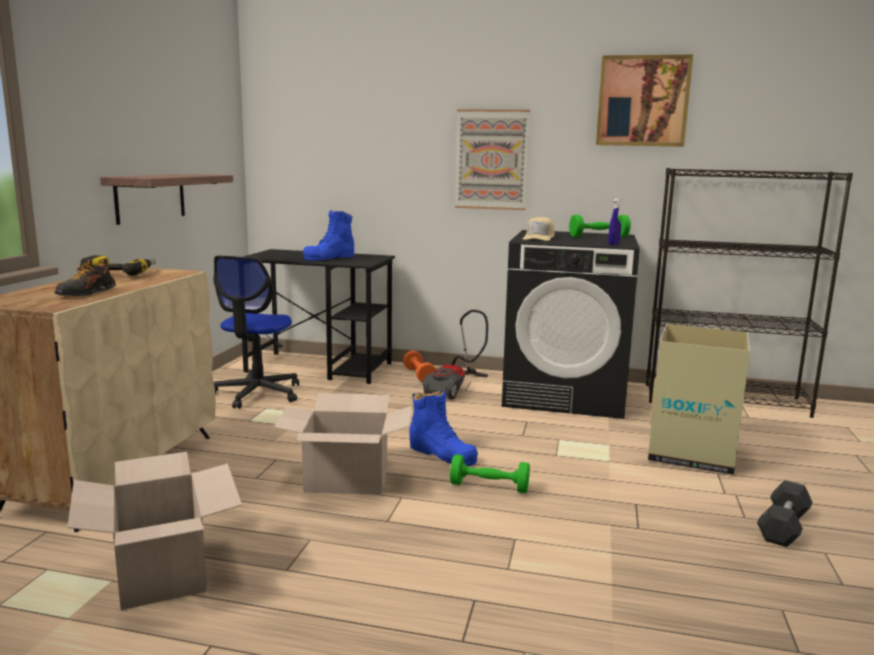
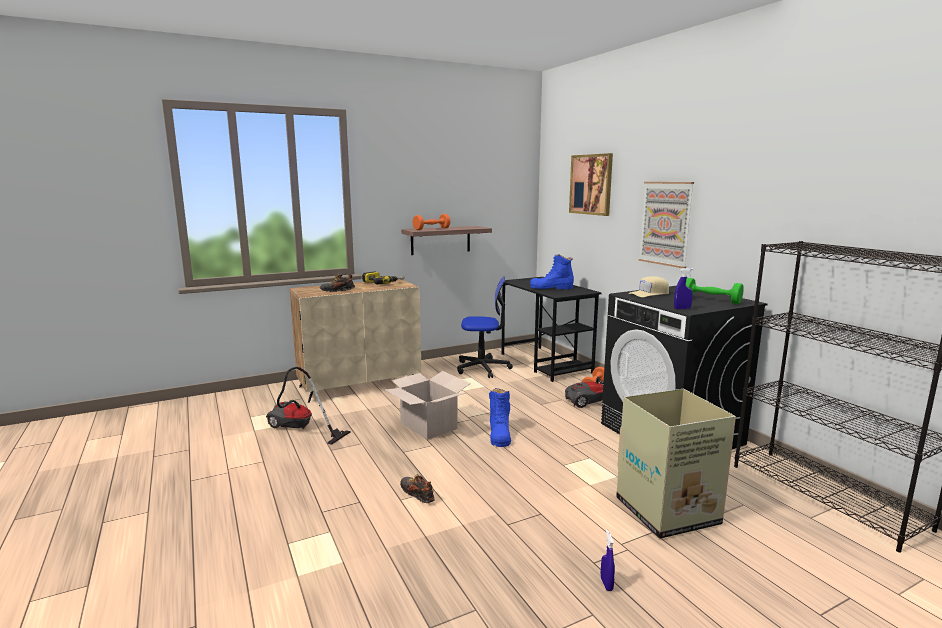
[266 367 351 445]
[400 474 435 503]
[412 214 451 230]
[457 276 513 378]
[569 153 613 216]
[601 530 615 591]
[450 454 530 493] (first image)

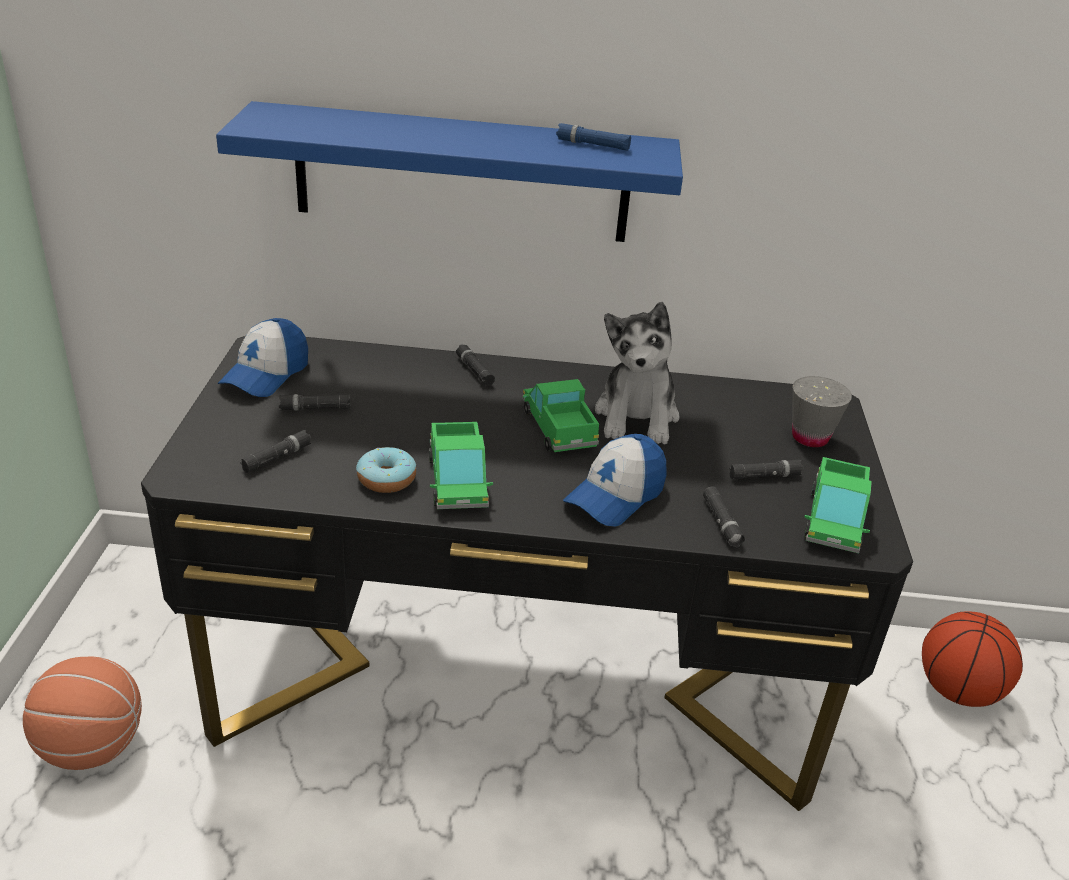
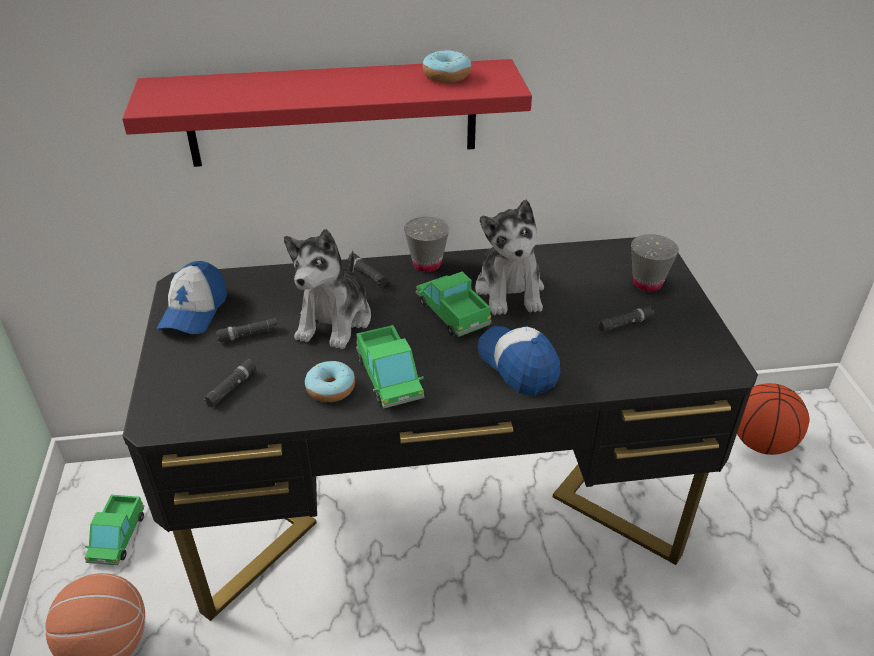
[85 495 145 565]
[122 59 532 167]
[284 229 371 349]
[404 217 450 272]
[423 49 471 83]
[478 326 560 396]
[703 486 745 548] (first image)

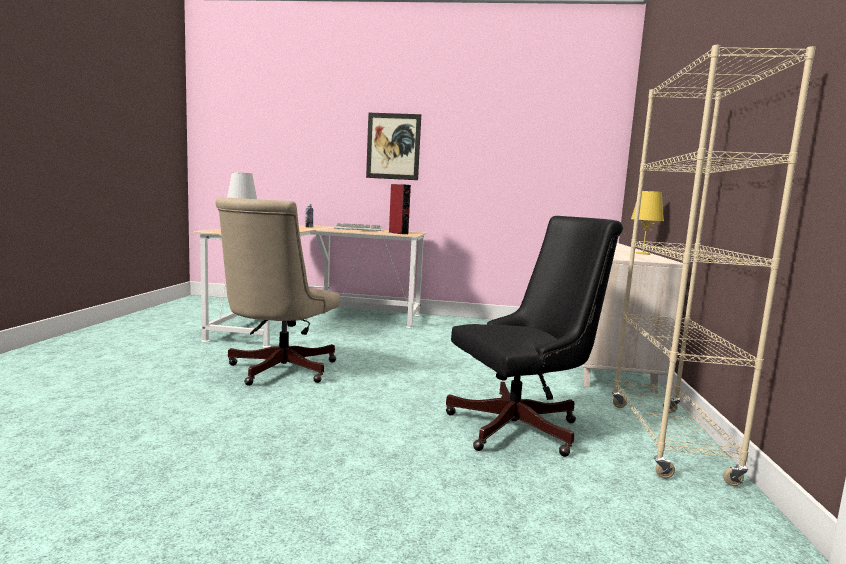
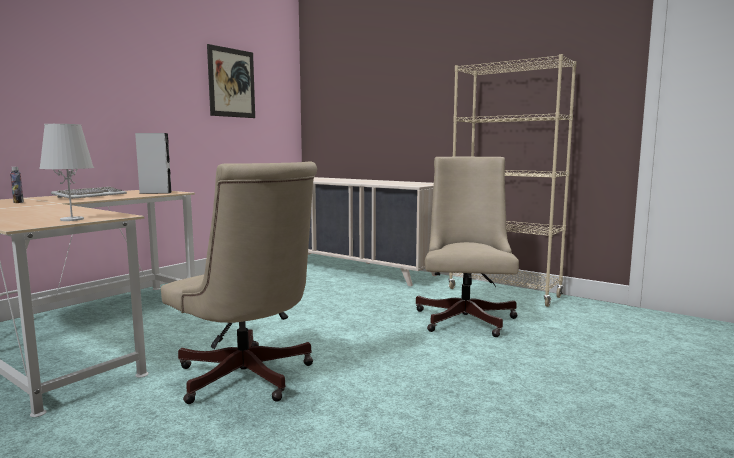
[135 133 172 194]
[207 44 255 118]
[416 157 519 337]
[631 191 664 255] (first image)

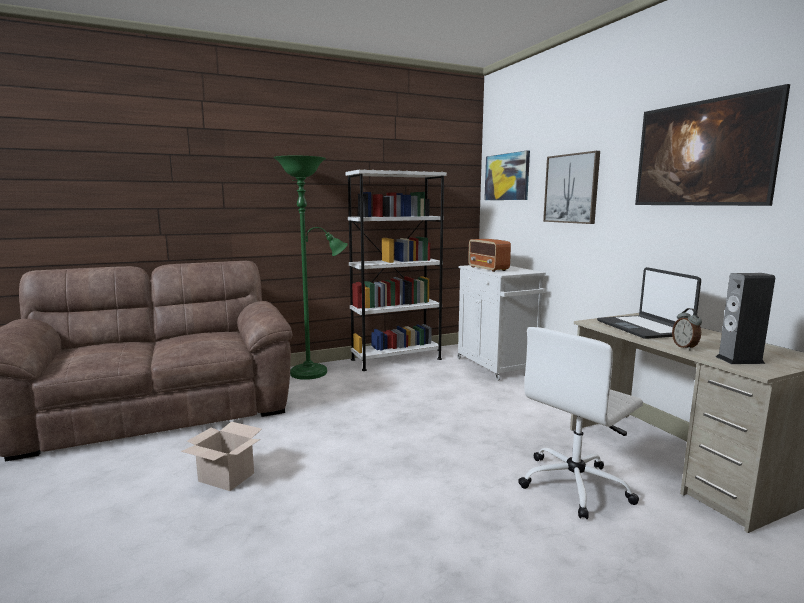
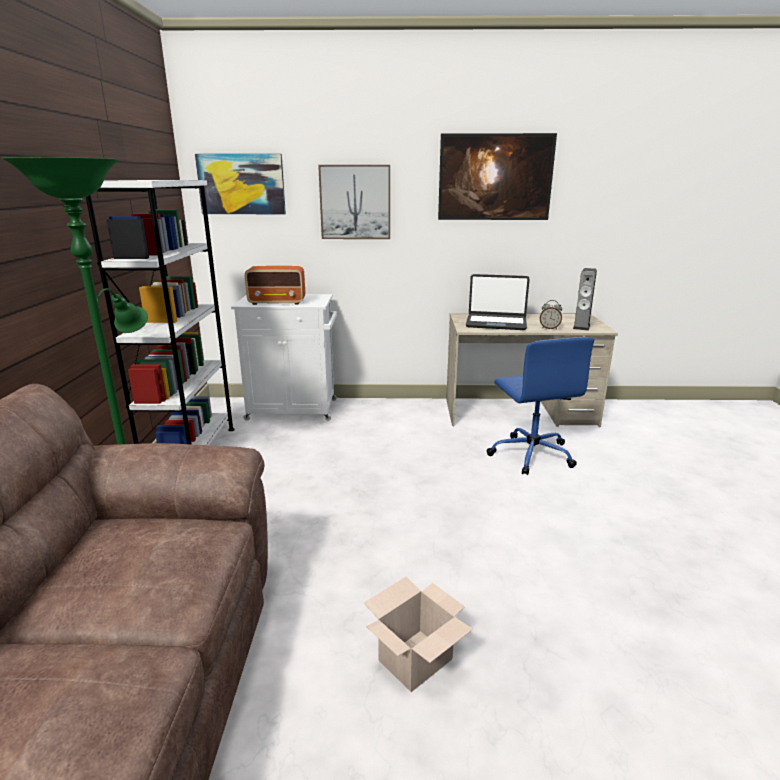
[486 337 594 475]

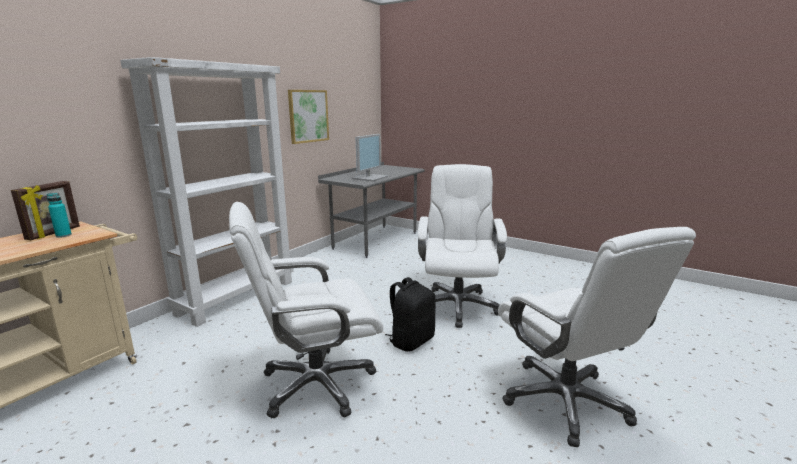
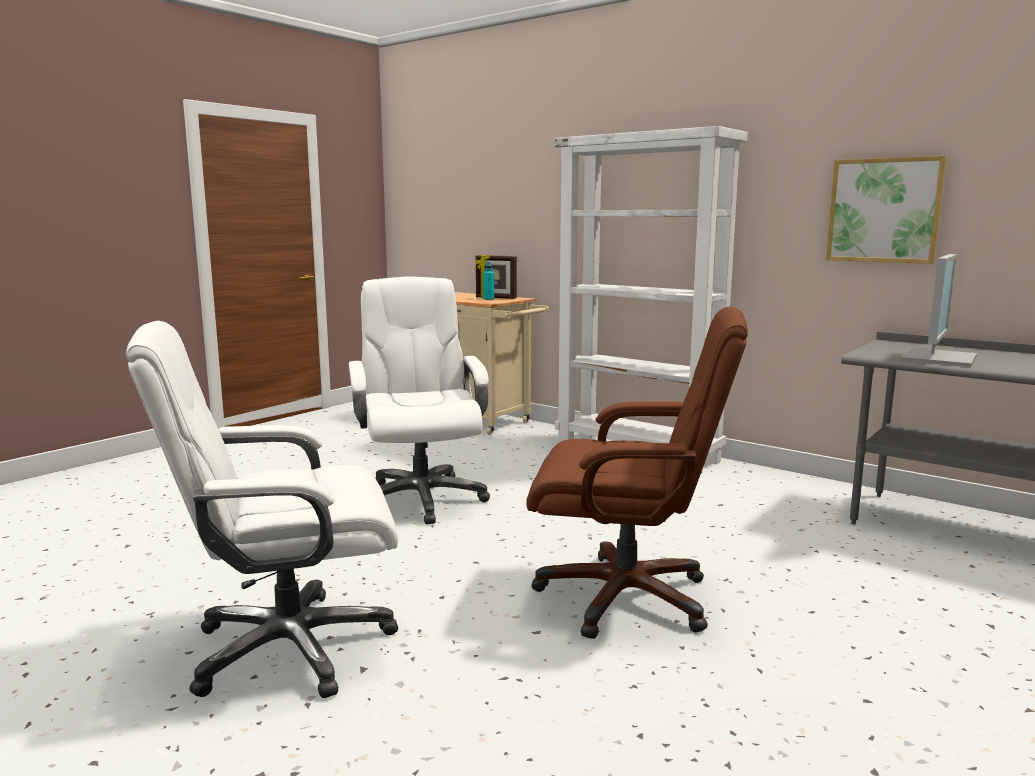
[526 306 748 639]
[900 254 977 367]
[385 277 436 352] (first image)

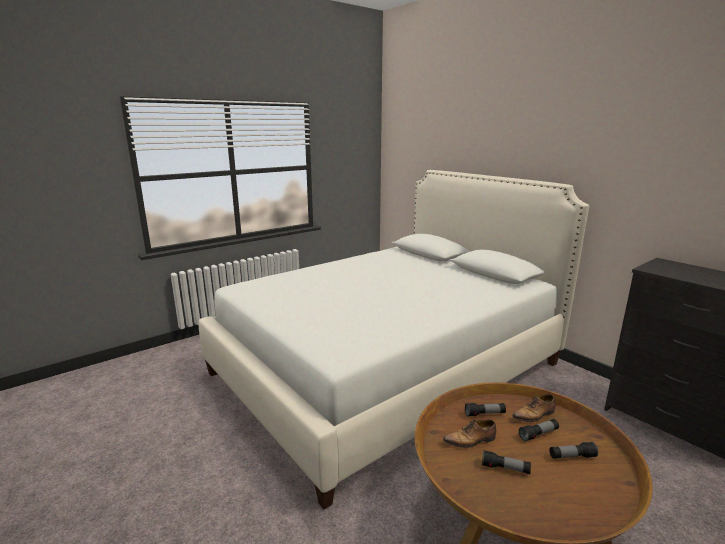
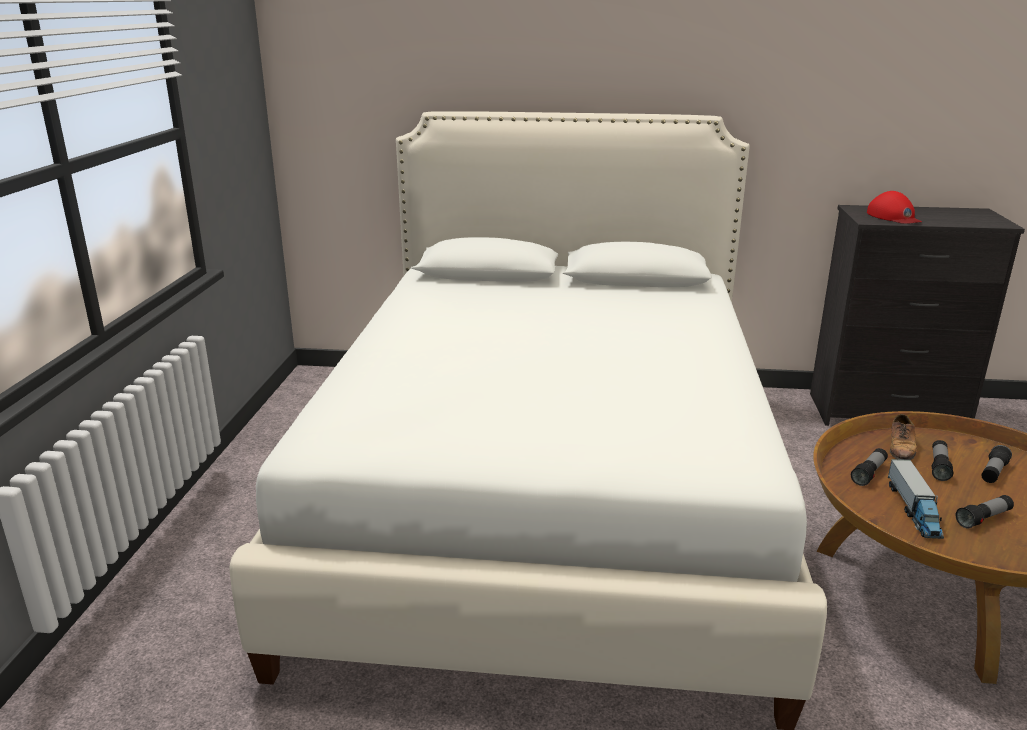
[867 191 922 224]
[888 459 944 539]

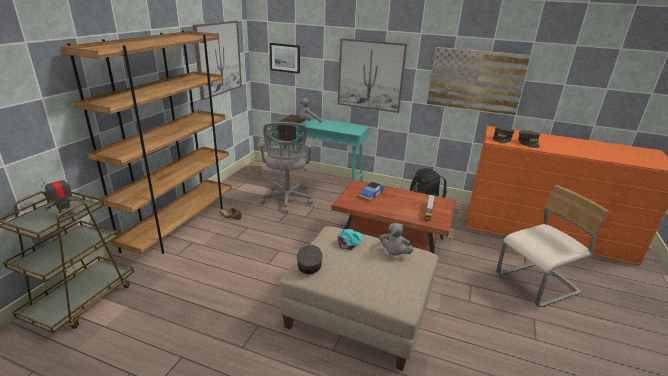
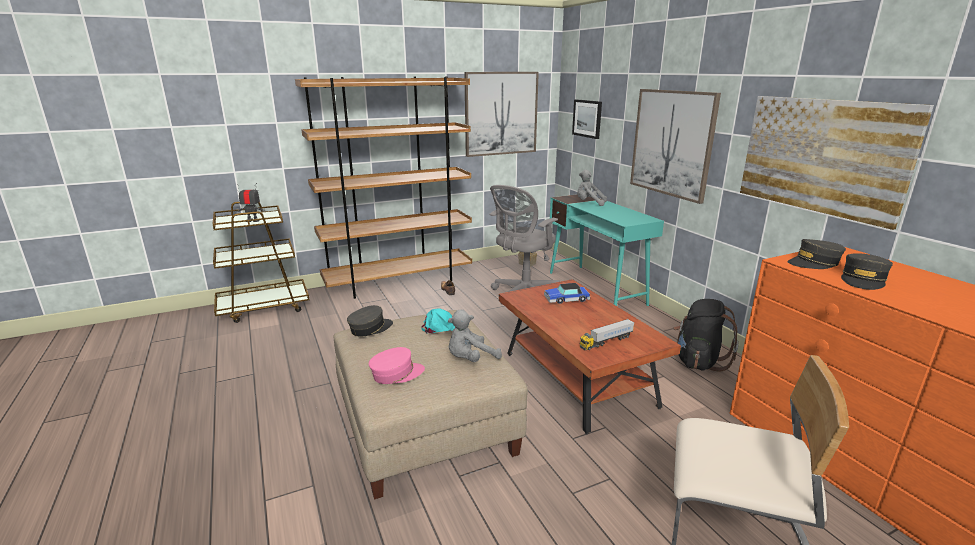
[369 347 425 384]

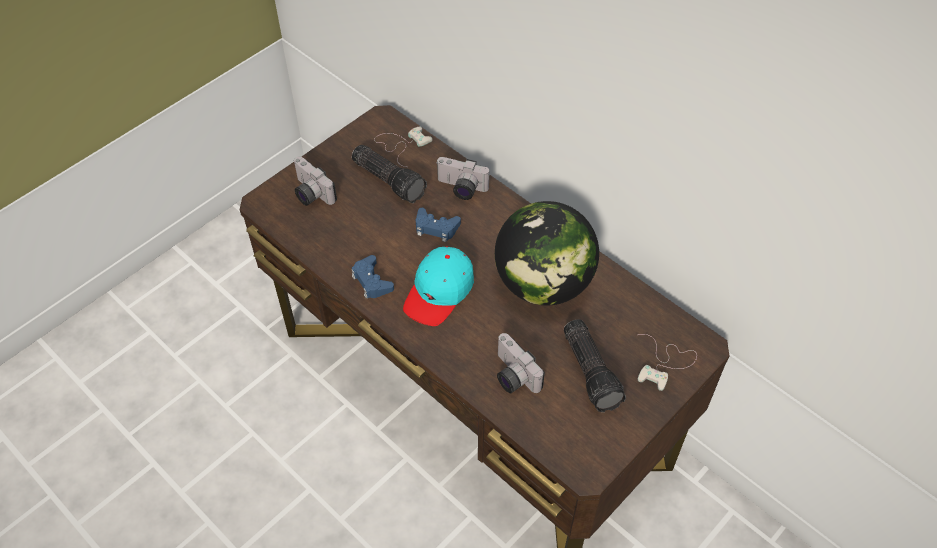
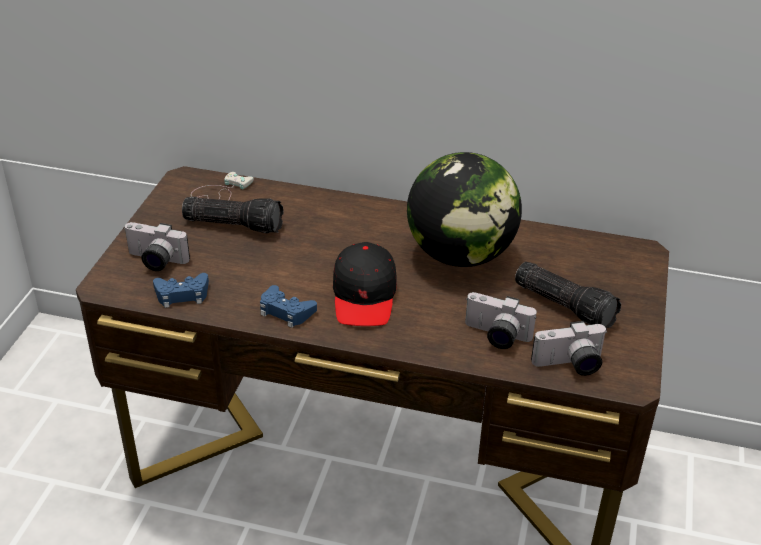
[153 273 209 308]
[333 242 397 326]
[531 321 608 376]
[638 334 697 391] (first image)

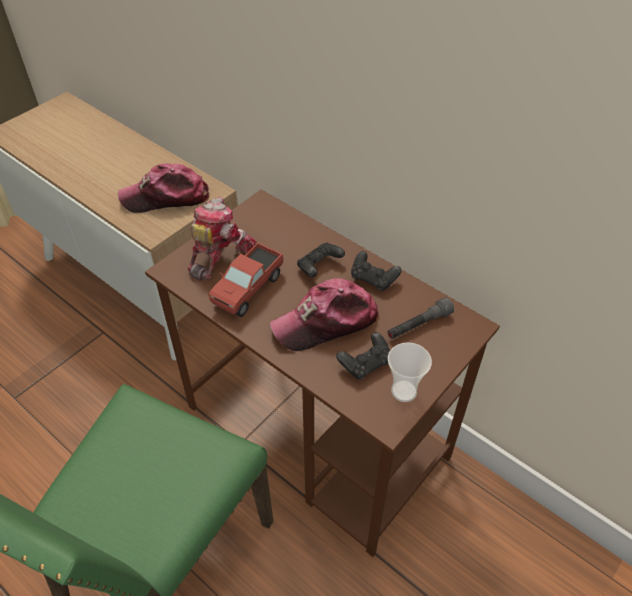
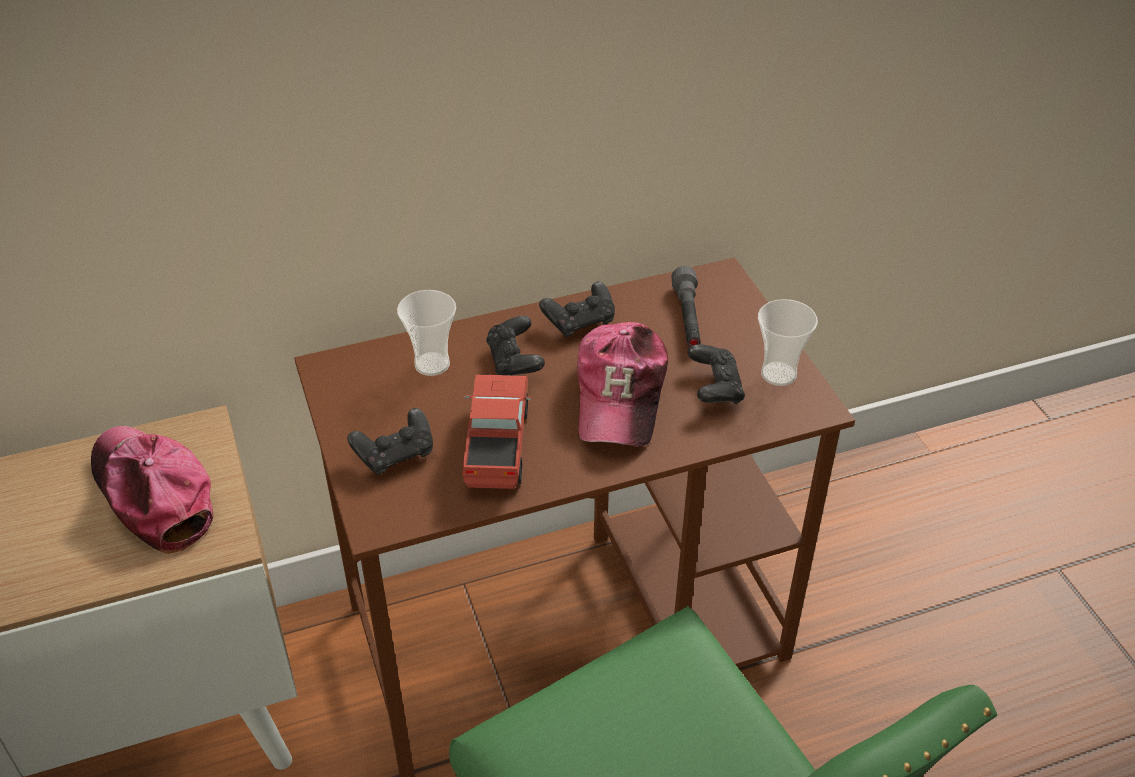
[91 426 213 554]
[347 408 433 475]
[397 290 456 376]
[462 375 532 489]

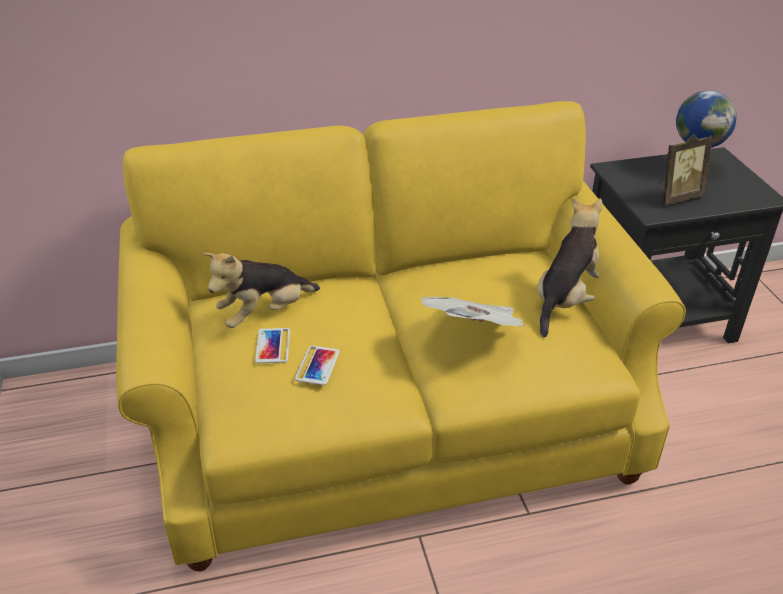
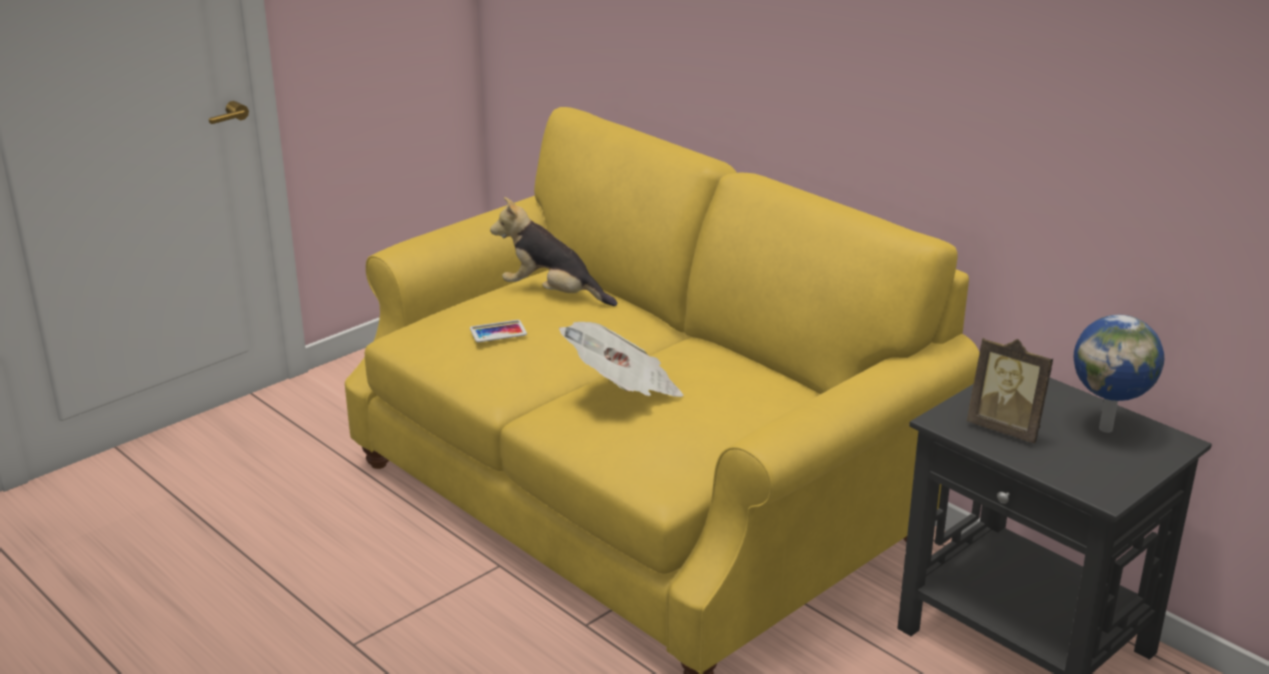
[255 328 290 363] (first image)
[537 198 602 337] (first image)

